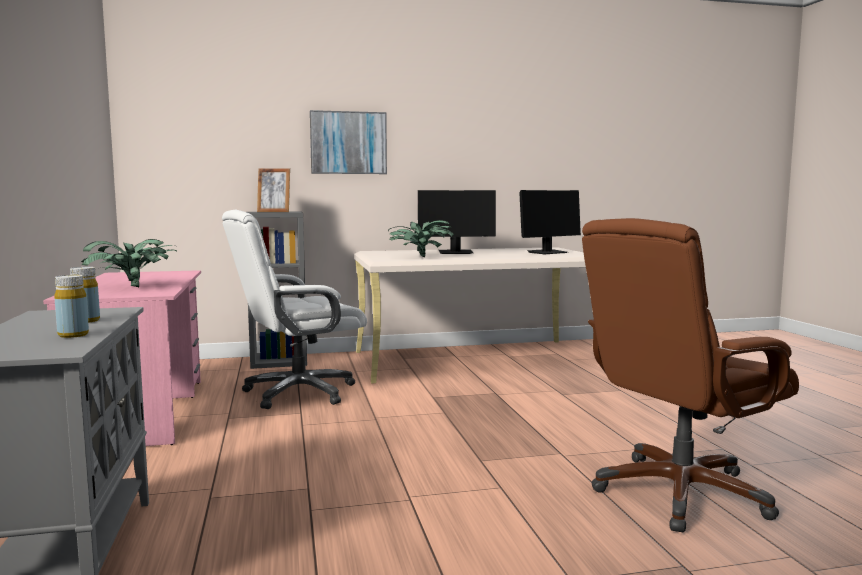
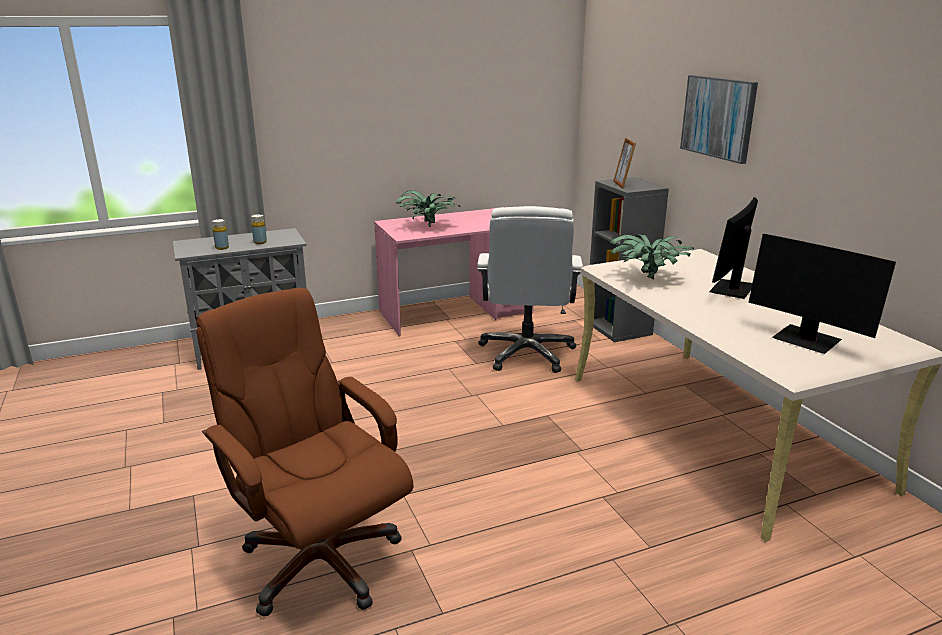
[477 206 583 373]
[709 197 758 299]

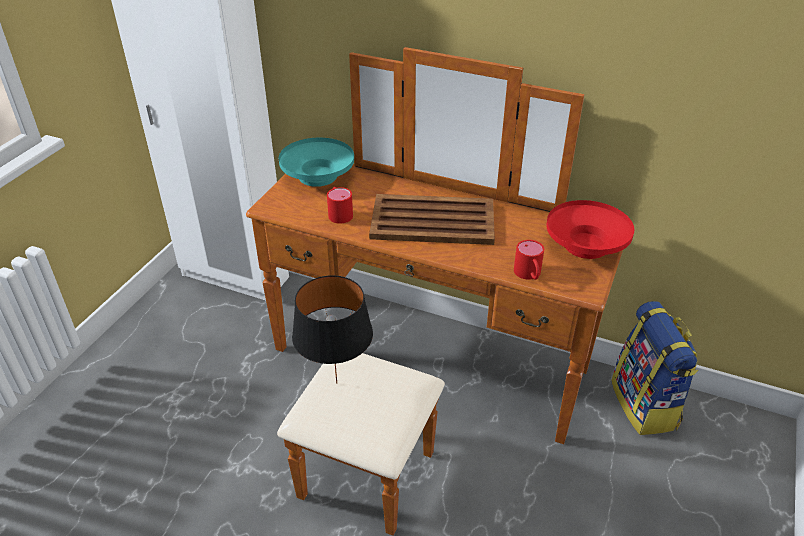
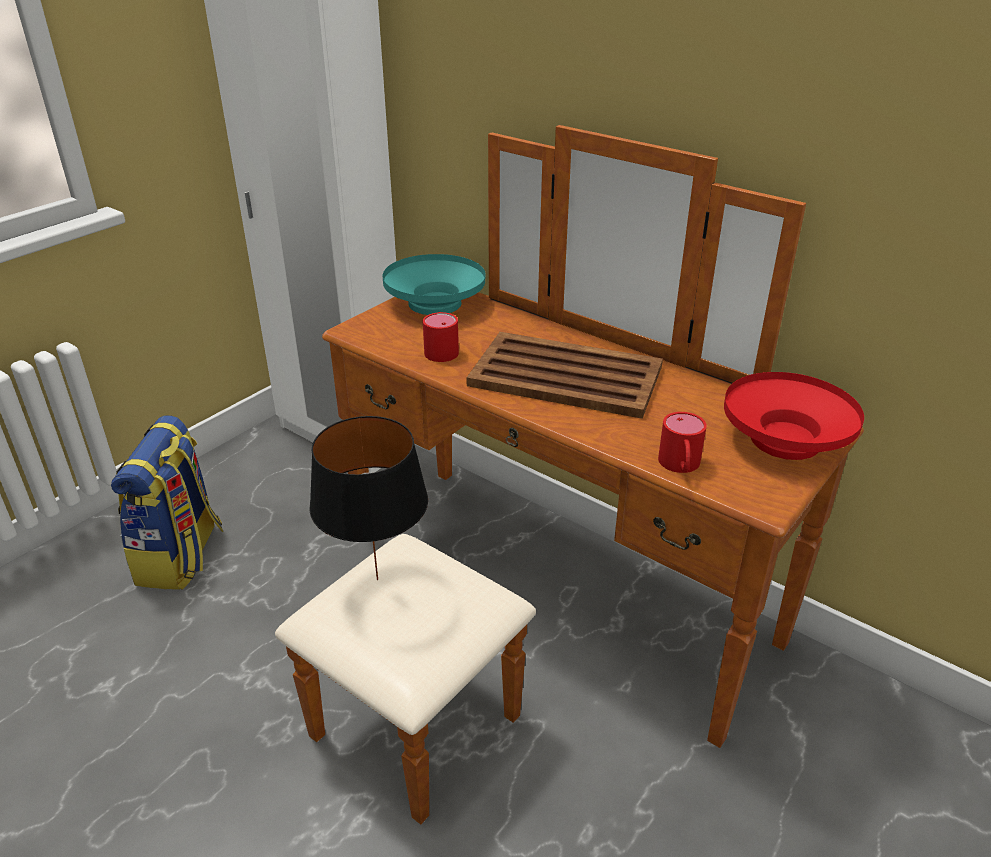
[111 415 224 590]

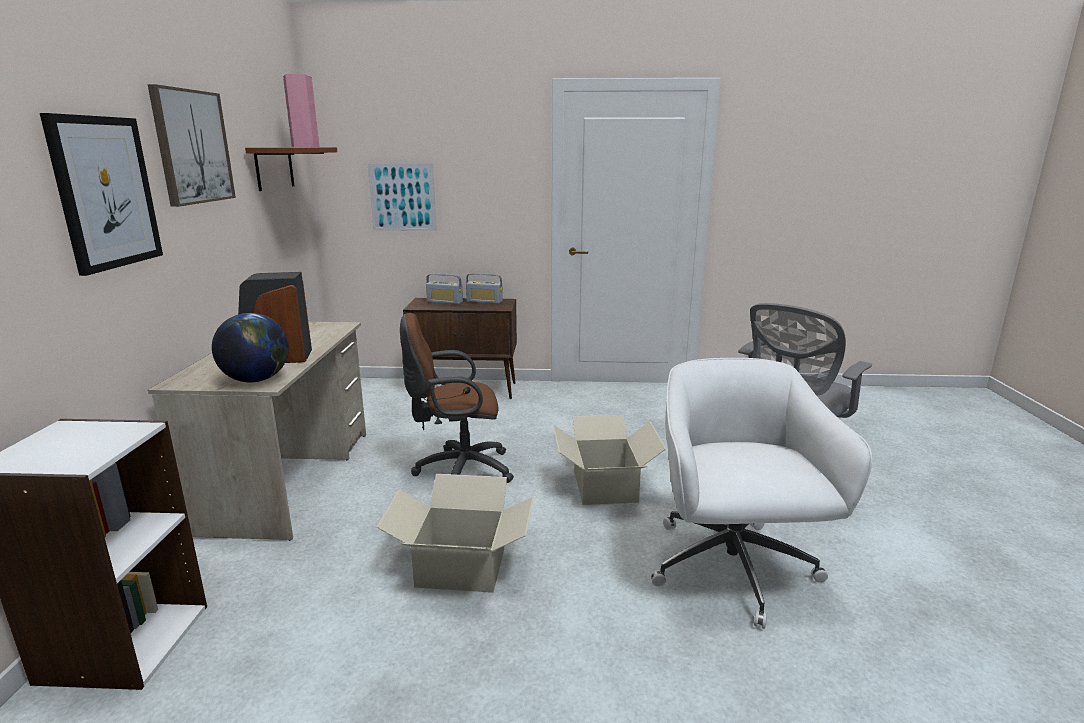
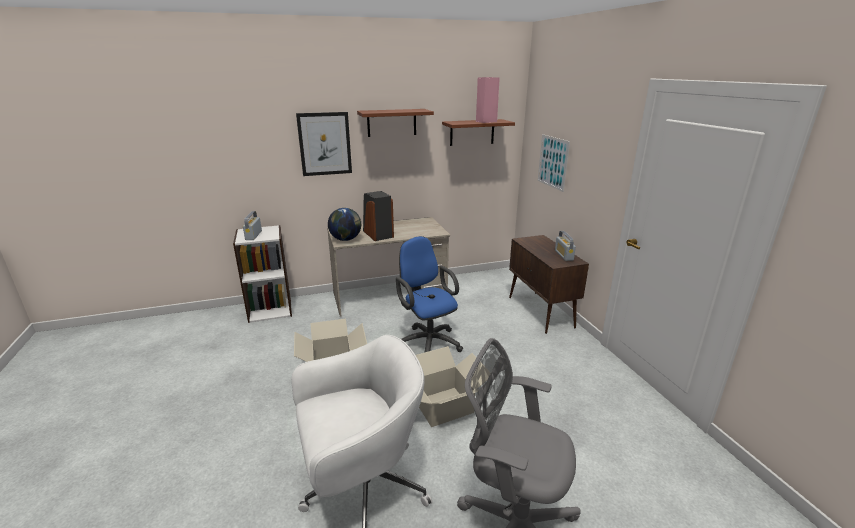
[243 211 262 240]
[357 109 434 137]
[396 236 463 352]

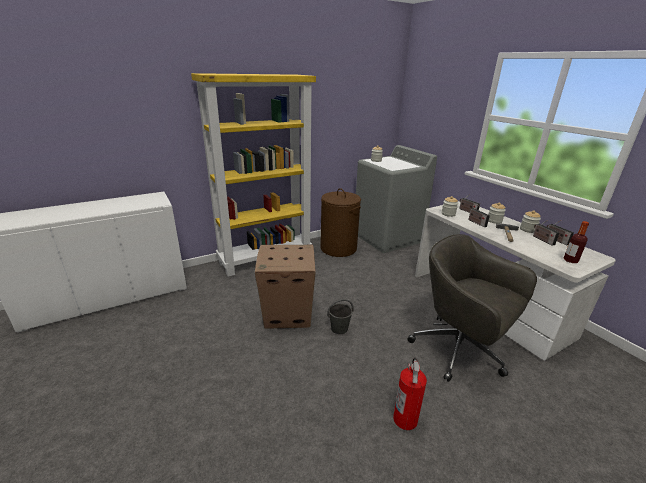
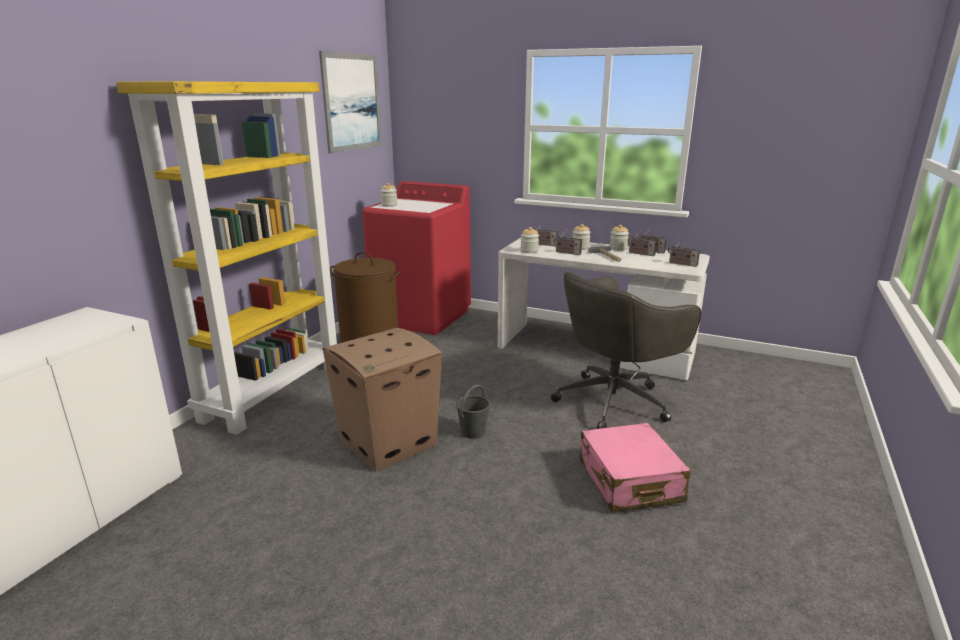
[319 51 382 154]
[362 181 471 335]
[551 272 701 429]
[580 423 691 512]
[668 239 700 267]

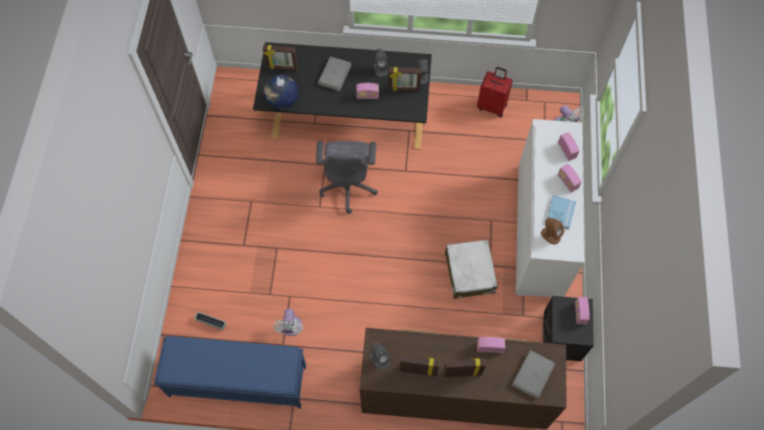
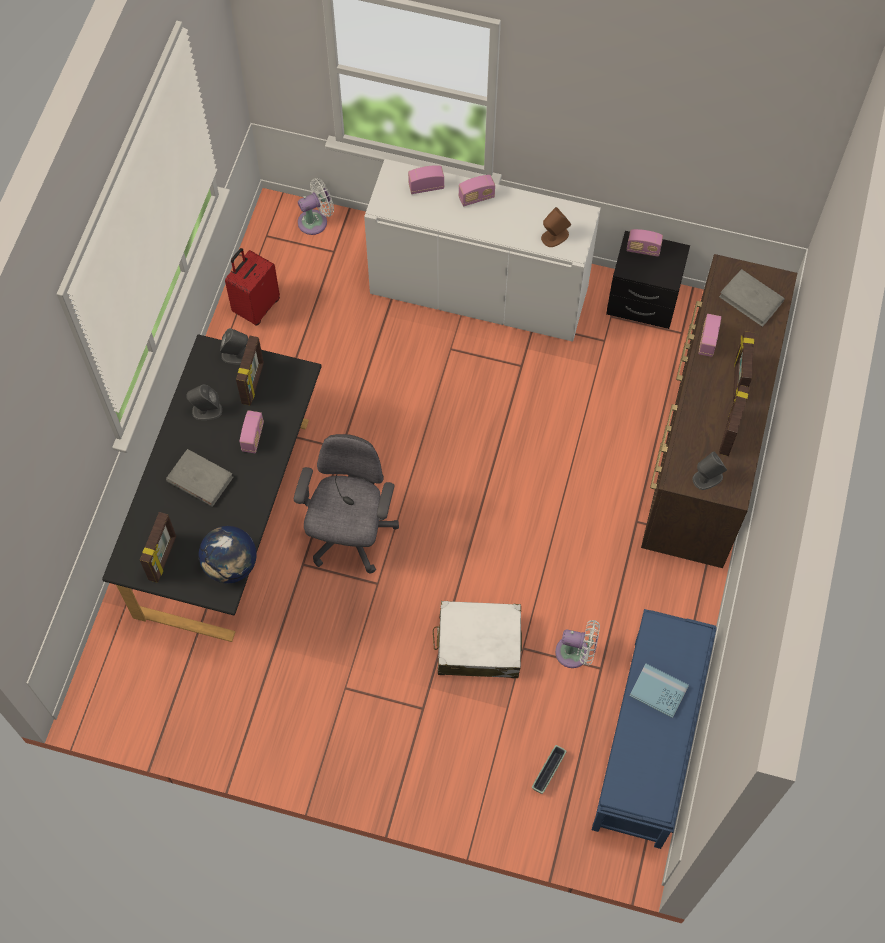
[294 434 399 573]
[433 601 522 678]
[630 664 689 718]

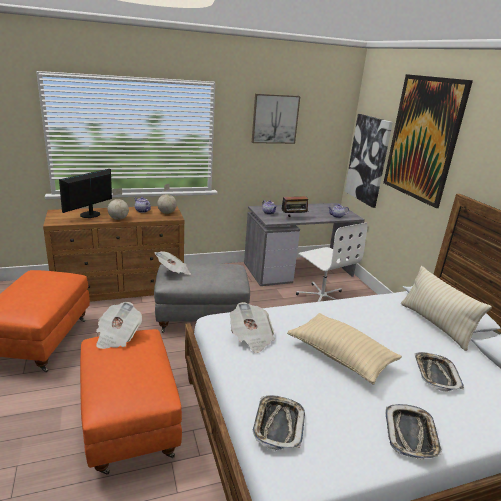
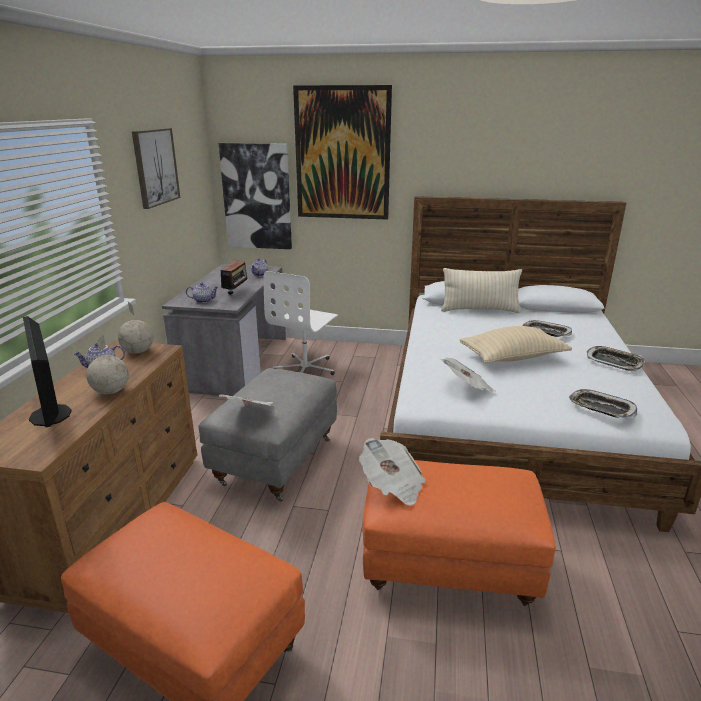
[263 271 338 375]

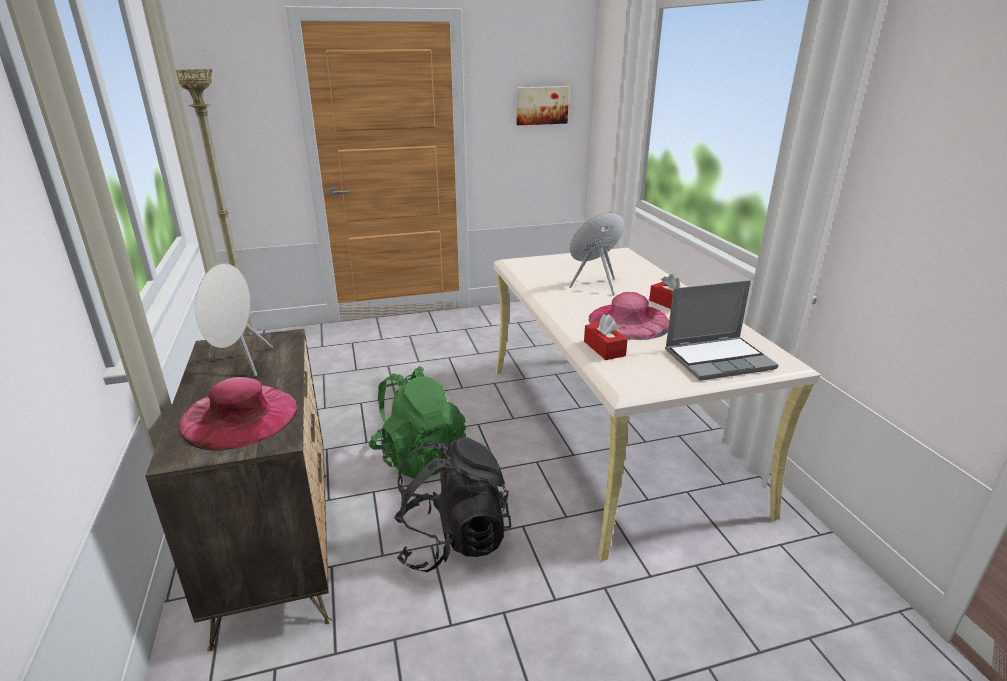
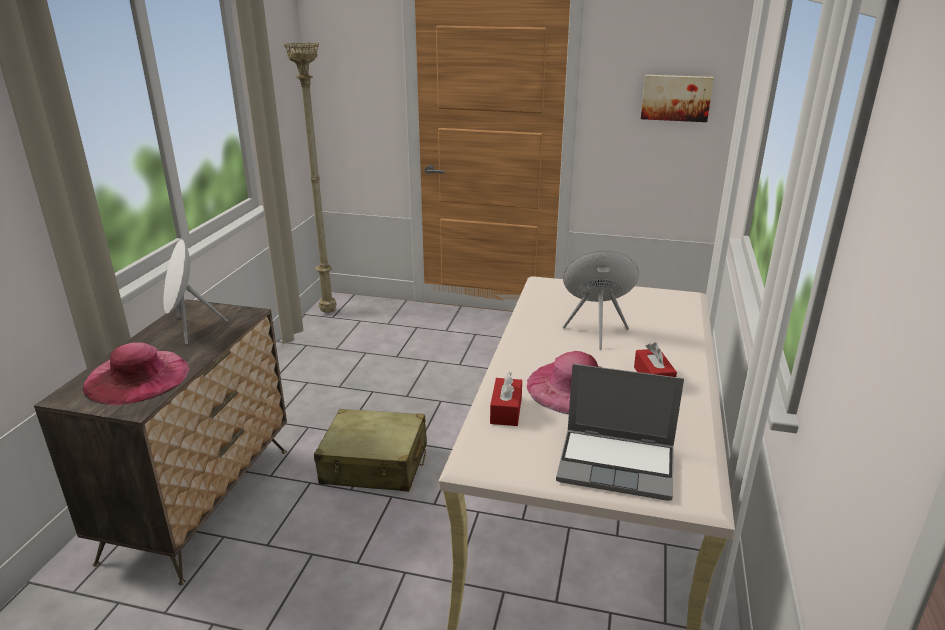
[314 409 427 492]
[393 437 511 572] (first image)

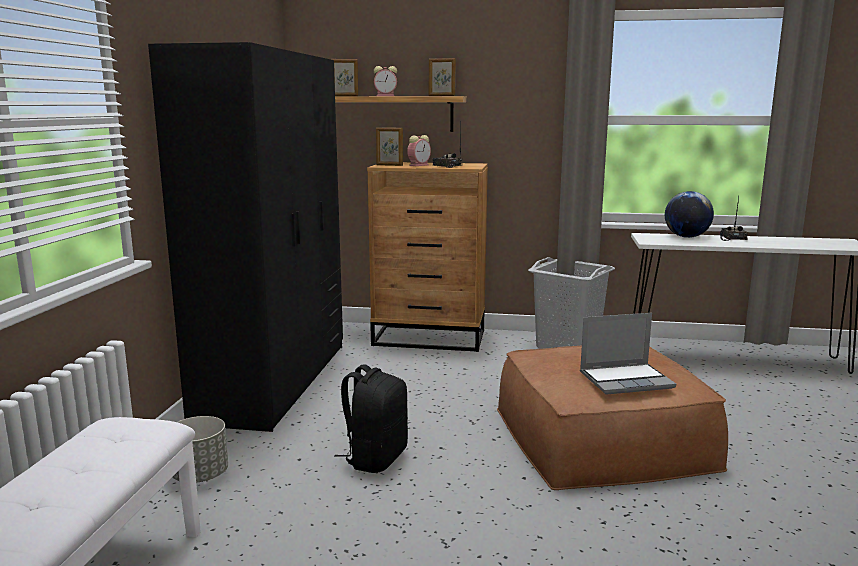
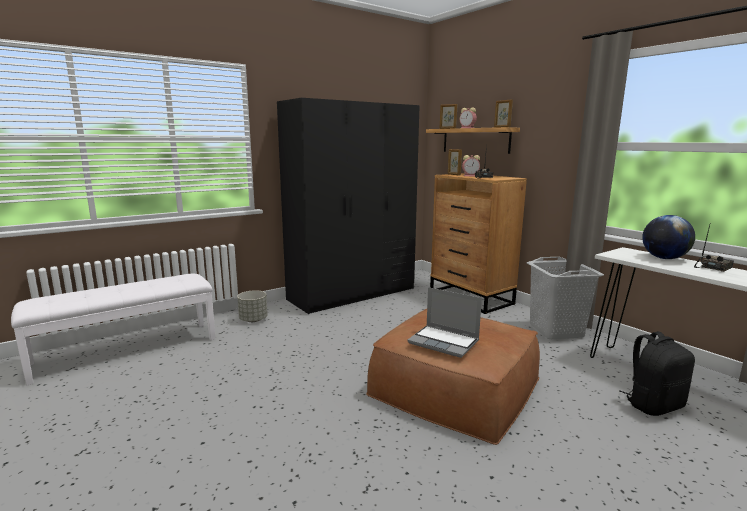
[619 332 695 416]

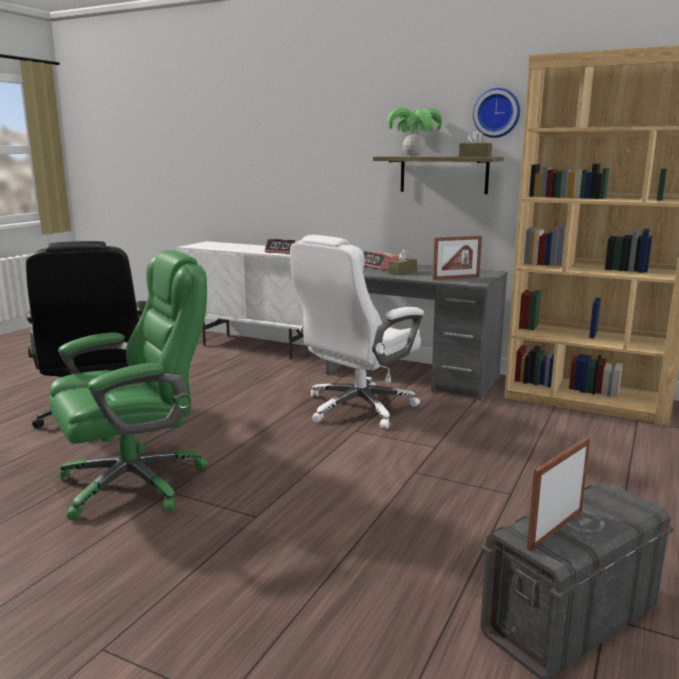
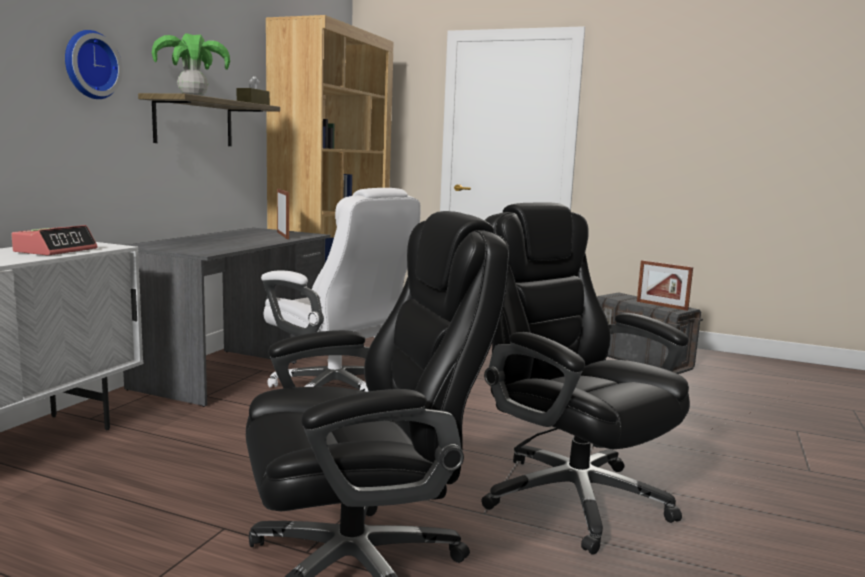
[65 30 123 99]
[481 202 690 555]
[363 251 400 269] (first image)
[388 249 417 275] (first image)

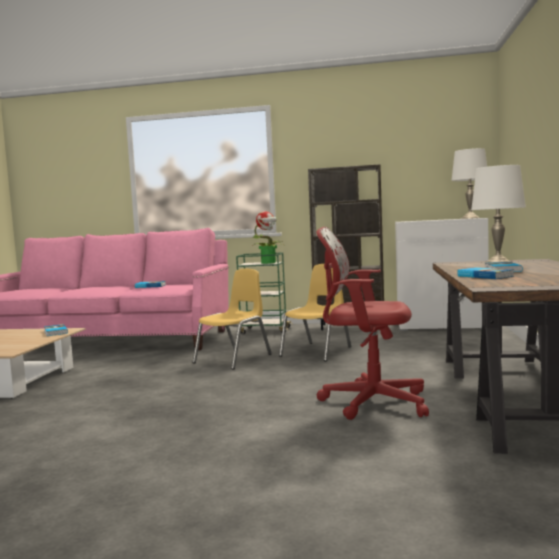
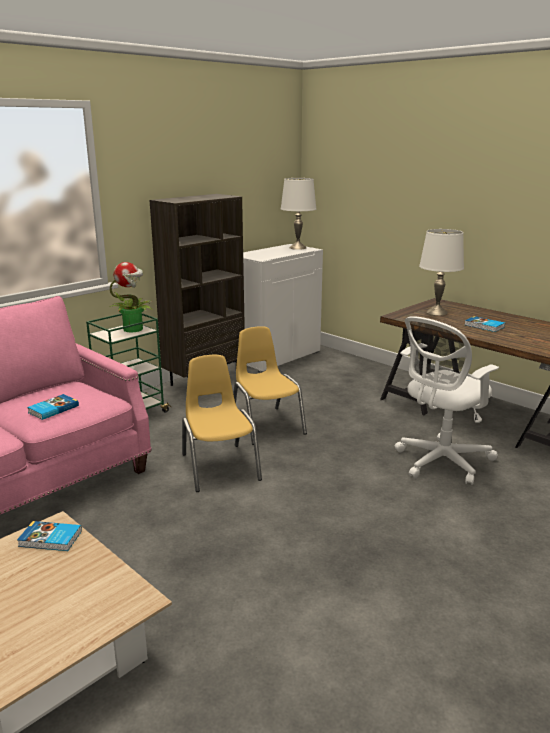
[395 316 499 485]
[457 267 514 279] (first image)

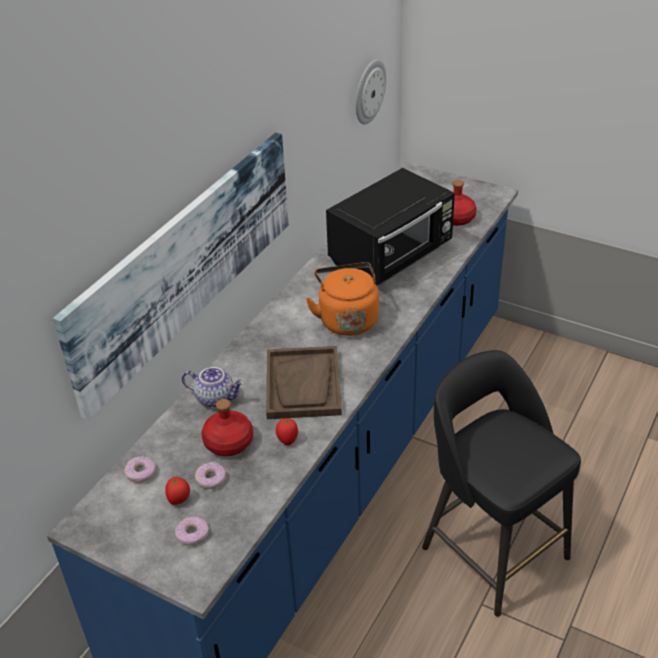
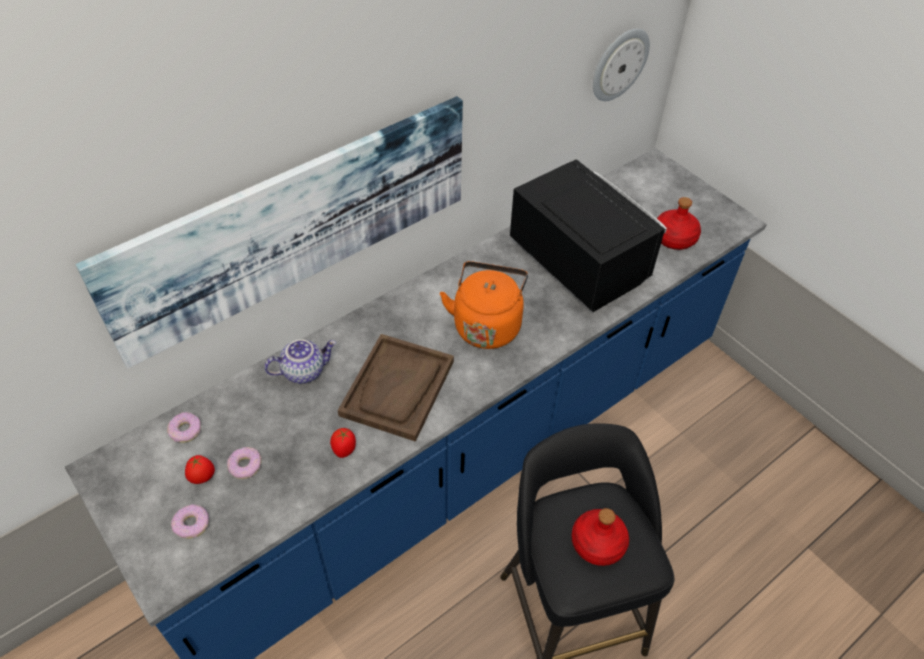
[264 339 336 384]
[510 159 667 312]
[572 508 629 566]

